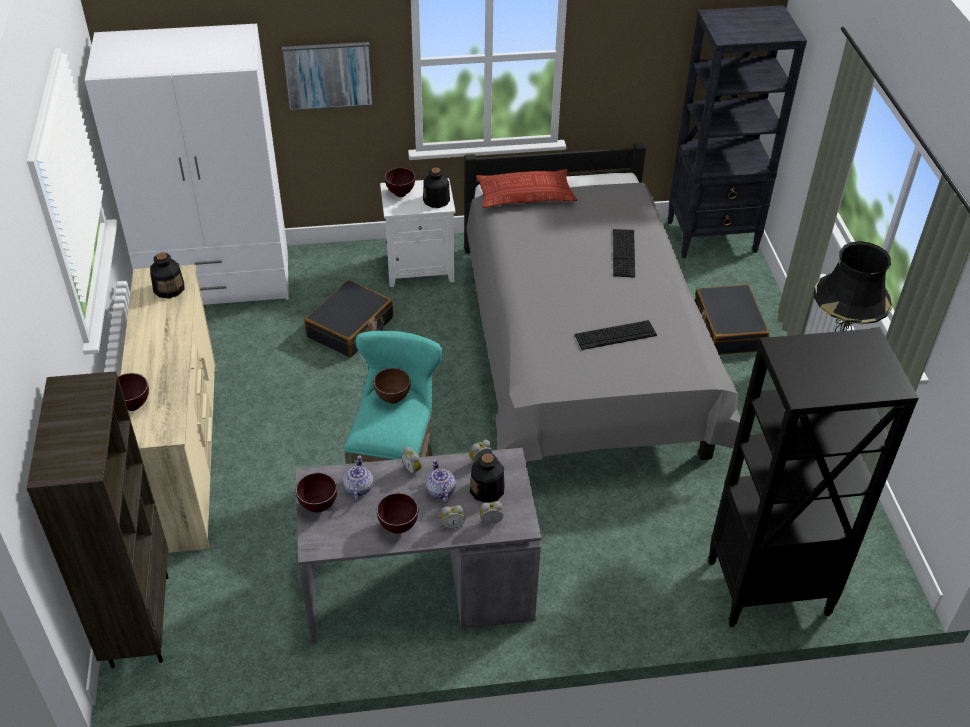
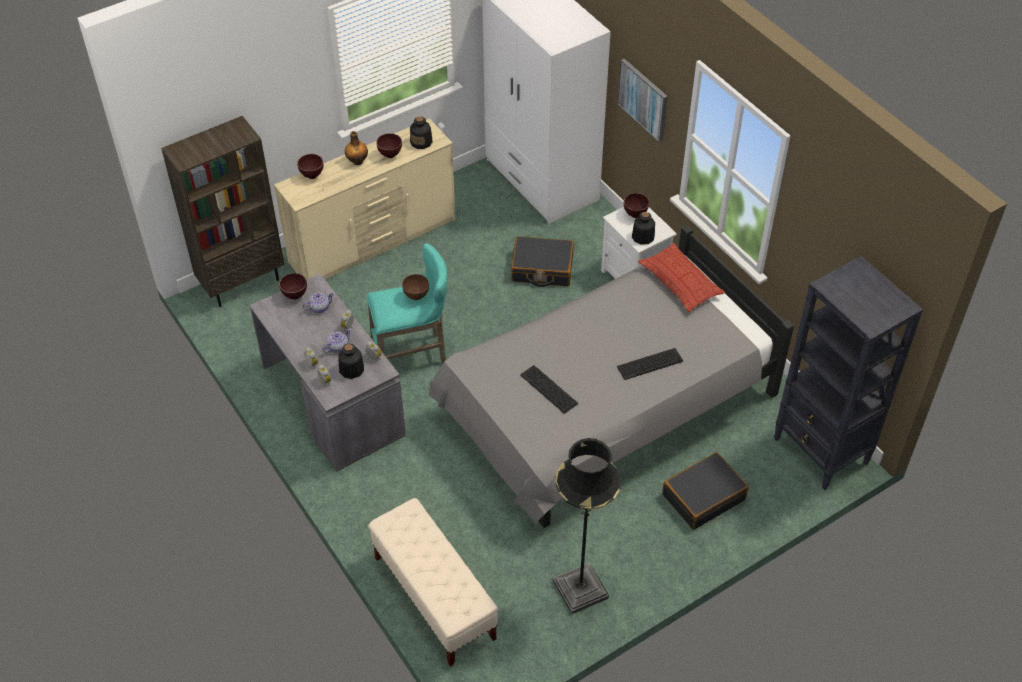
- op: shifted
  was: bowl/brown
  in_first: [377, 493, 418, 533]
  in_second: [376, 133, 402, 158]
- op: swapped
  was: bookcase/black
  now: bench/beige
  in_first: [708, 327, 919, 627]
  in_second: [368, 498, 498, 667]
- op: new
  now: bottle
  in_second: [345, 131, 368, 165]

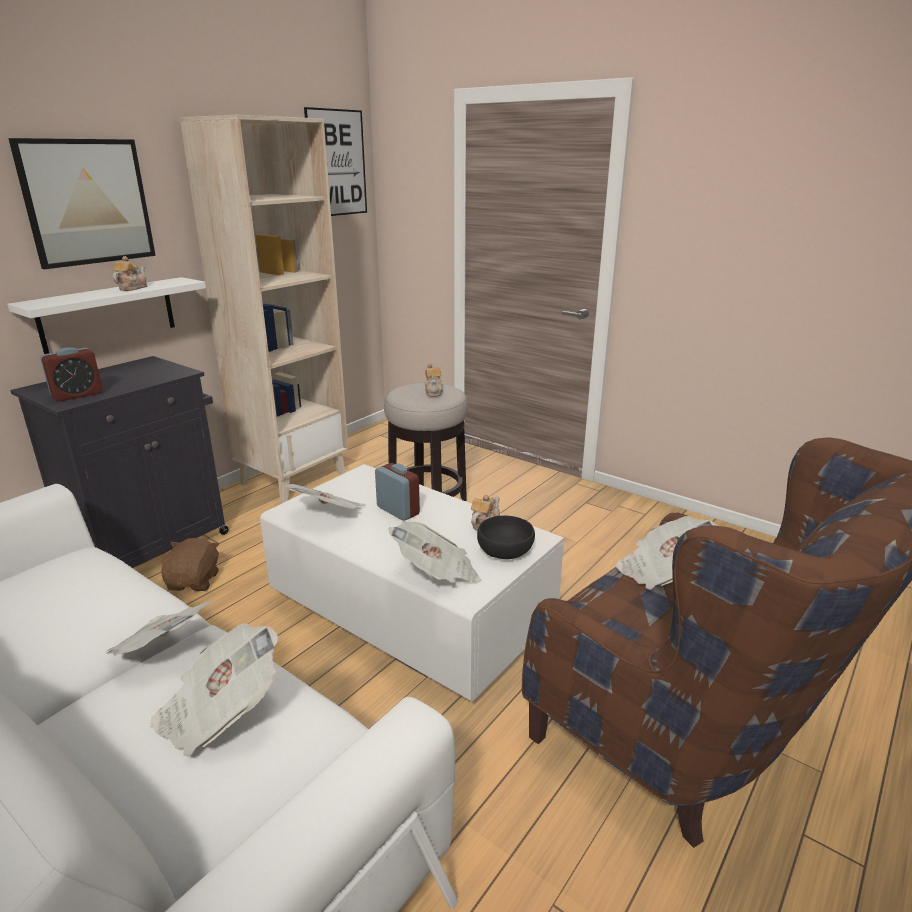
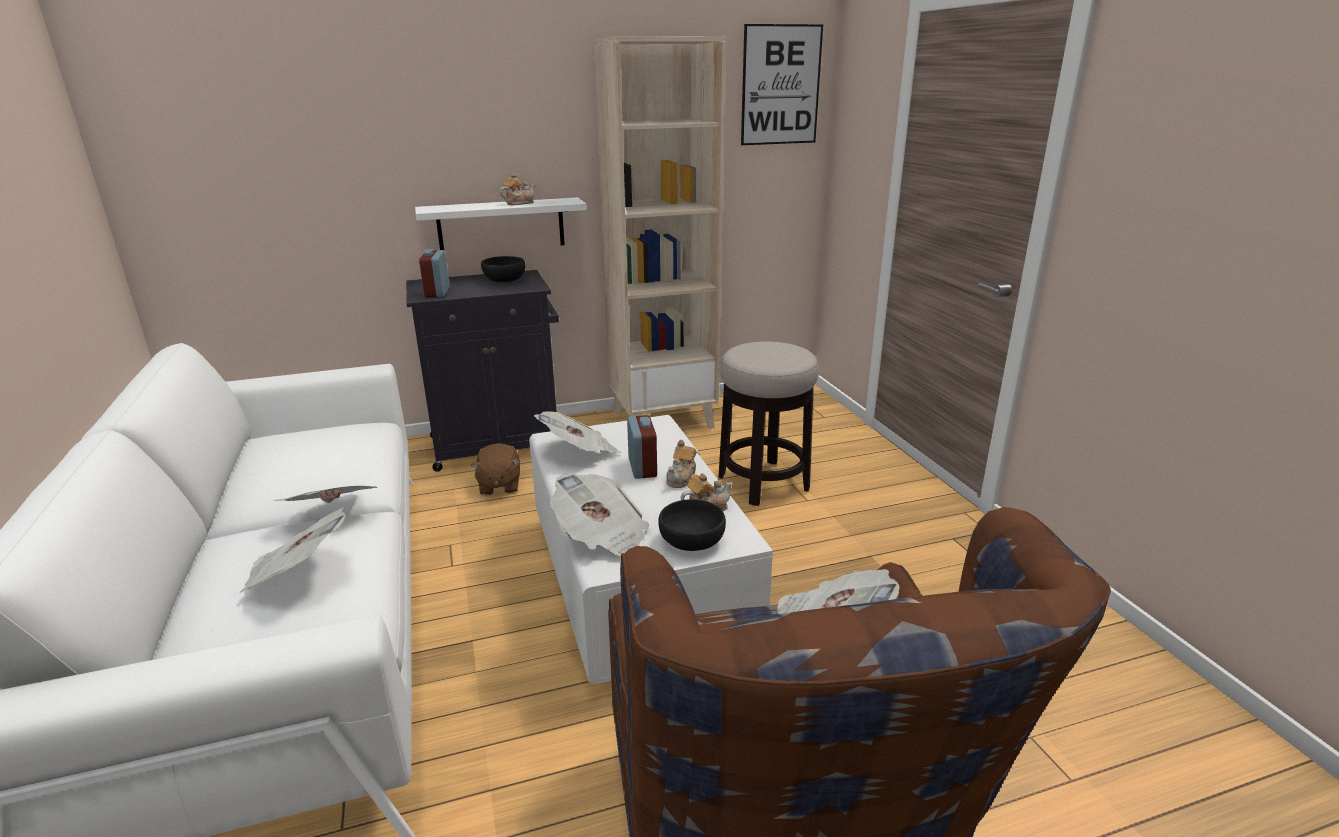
- op: gone
  was: picture
  in_first: [8, 138, 156, 269]
- op: rotated
  was: alarm clock
  in_first: [40, 347, 103, 402]
  in_second: [419, 249, 450, 298]
  clockwise: 90
- op: rotated
  was: plush toy/brown
  in_first: [161, 538, 219, 591]
  in_second: [471, 443, 520, 495]
  clockwise: 135
- op: shifted
  was: teapot
  in_first: [425, 363, 443, 397]
  in_second: [666, 440, 697, 488]
- op: new
  now: bowl/black
  in_second: [481, 256, 525, 282]

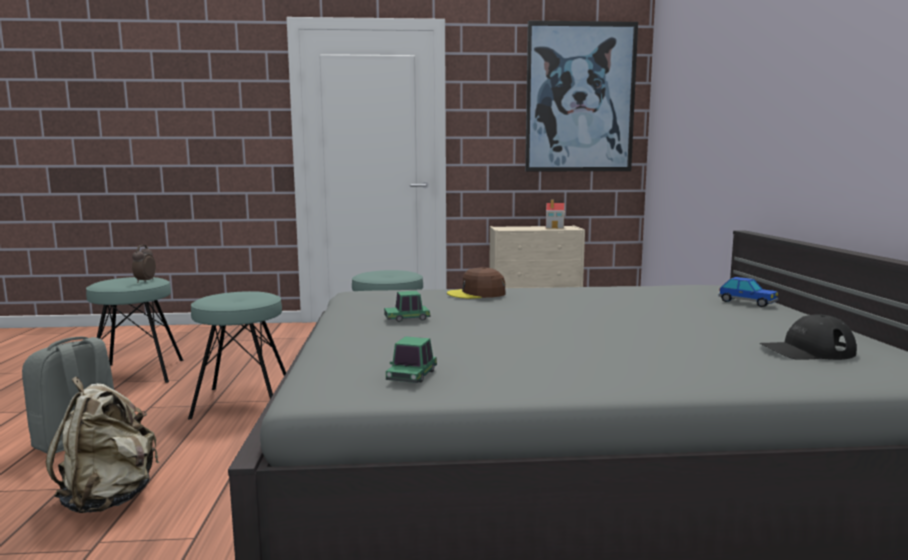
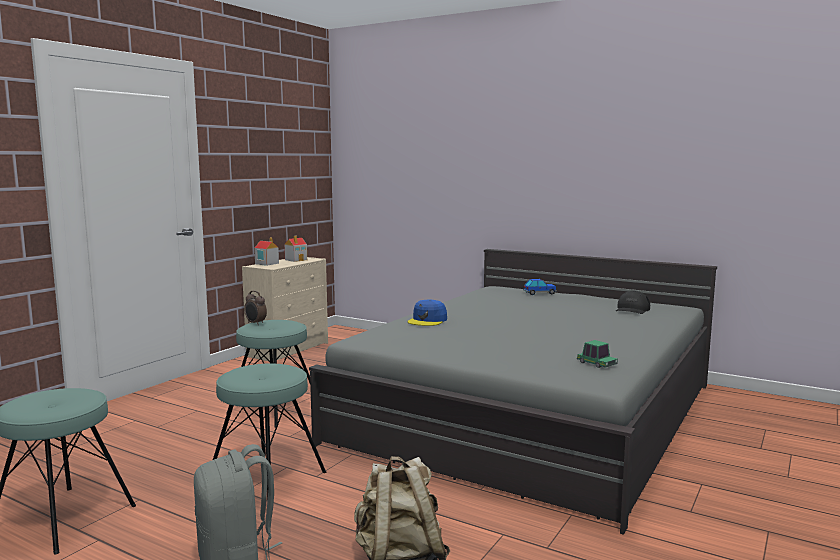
- op: shifted
  was: alarm clock
  in_first: [132, 245, 156, 283]
  in_second: [244, 290, 267, 325]
- op: gone
  was: toy car
  in_first: [384, 291, 431, 322]
- op: repainted
  was: cap/brown
  now: cap/blue
  in_first: [447, 267, 506, 299]
  in_second: [408, 300, 447, 326]
- op: gone
  was: picture
  in_first: [525, 20, 638, 172]
- op: new
  now: toy house
  in_second: [254, 237, 279, 266]

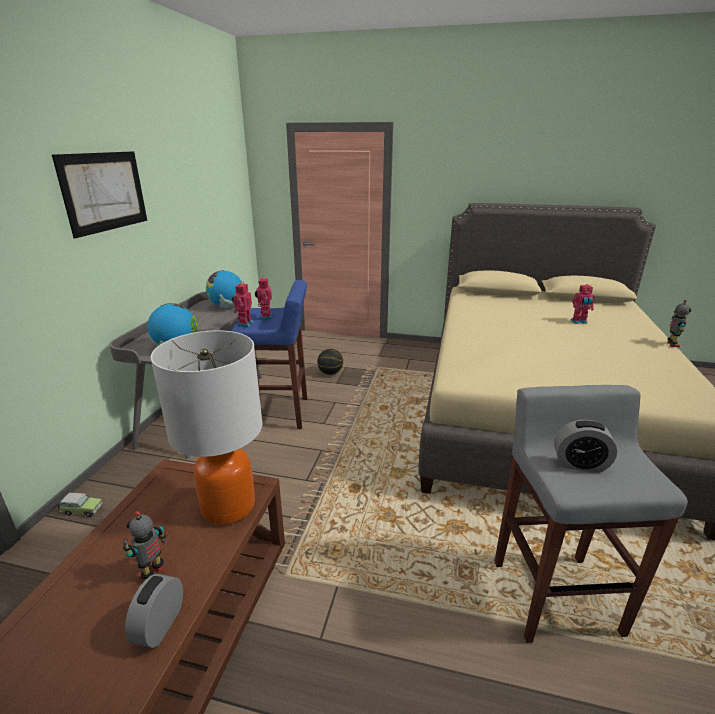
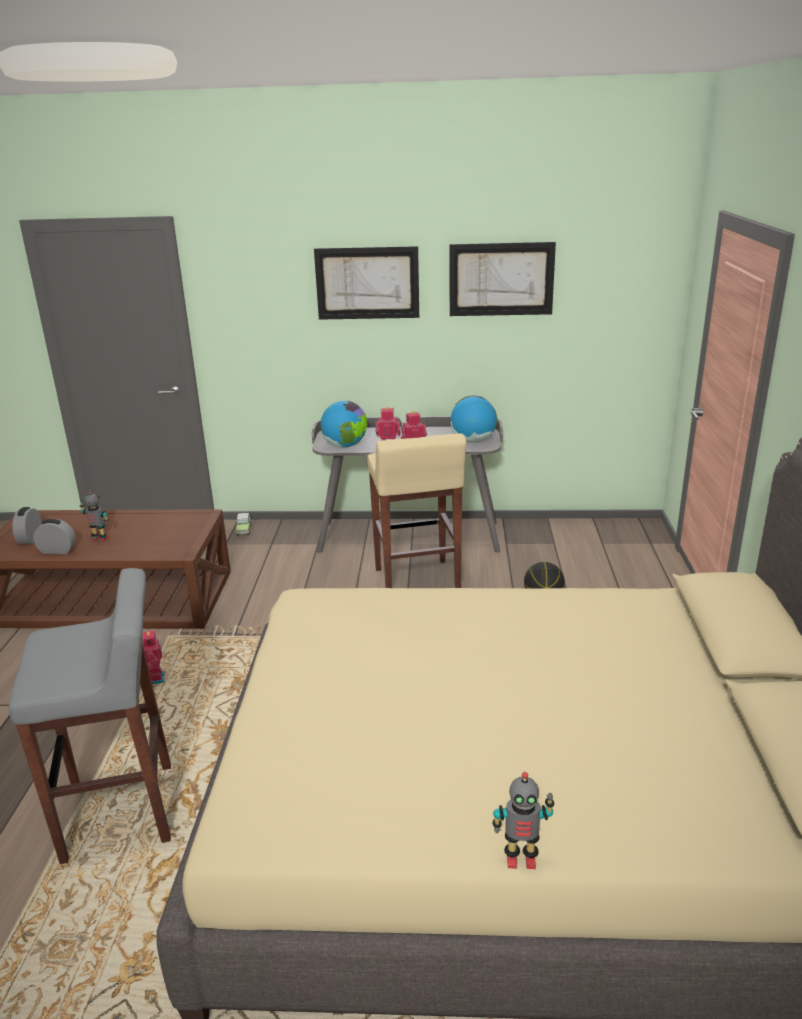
- op: gone
  was: table lamp
  in_first: [150, 330, 263, 525]
- op: repainted
  was: stool/blue
  now: stool/beige
  in_first: [232, 280, 307, 429]
  in_second: [367, 433, 466, 588]
- op: shifted
  was: alarm clock
  in_first: [554, 420, 617, 473]
  in_second: [12, 507, 42, 544]
- op: shifted
  was: toy robot
  in_first: [571, 284, 595, 324]
  in_second: [142, 629, 165, 684]
- op: new
  now: picture
  in_second: [450, 242, 556, 316]

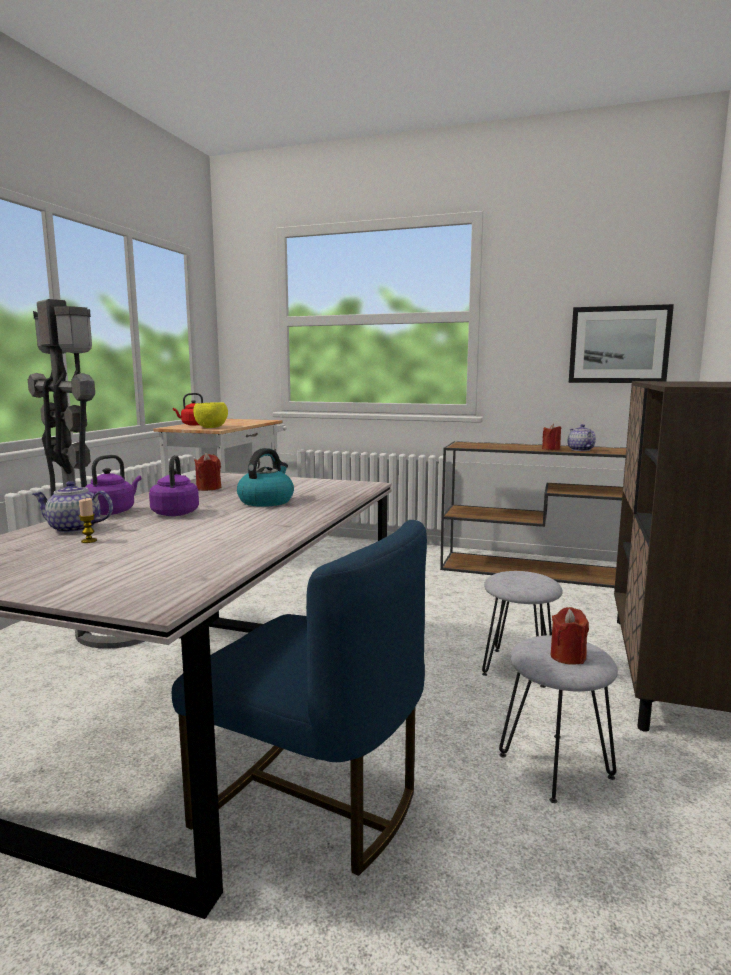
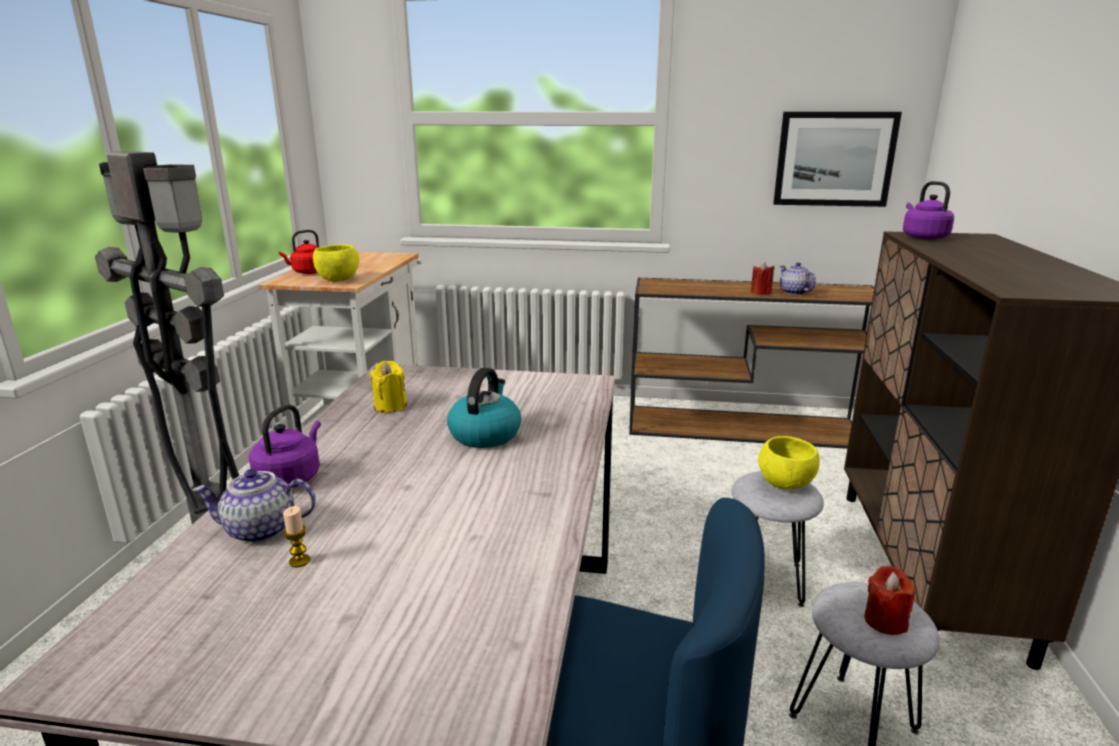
- op: shifted
  was: kettle/purple
  in_first: [149, 455, 199, 516]
  in_second: [903, 181, 954, 240]
- op: repainted
  was: candle/red
  now: candle/yellow
  in_first: [194, 453, 221, 491]
  in_second: [370, 361, 407, 413]
- op: new
  now: bowl/yellow
  in_second: [758, 436, 820, 490]

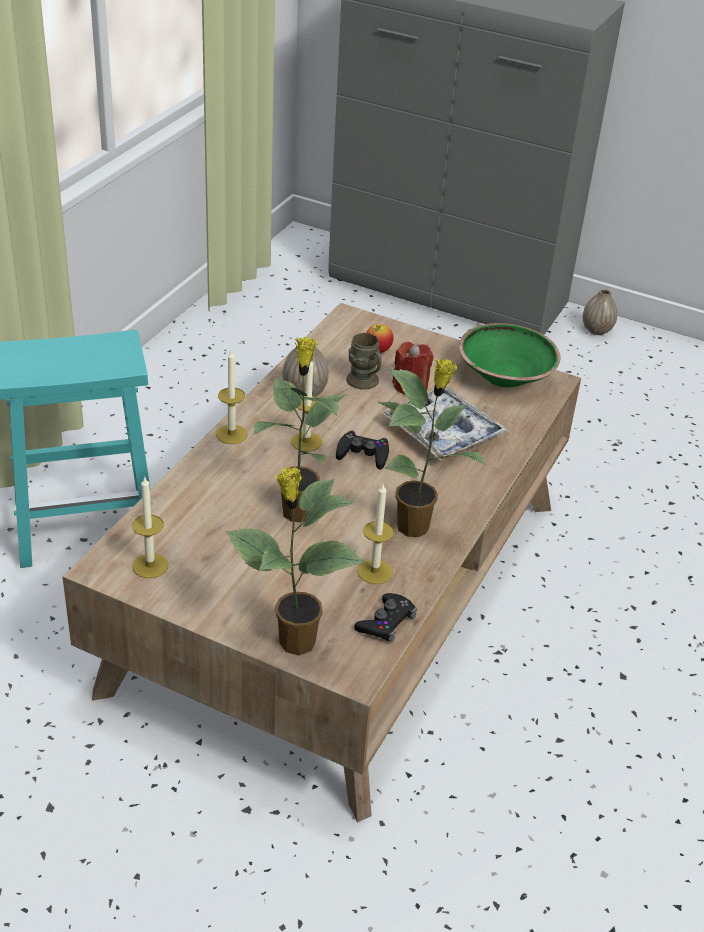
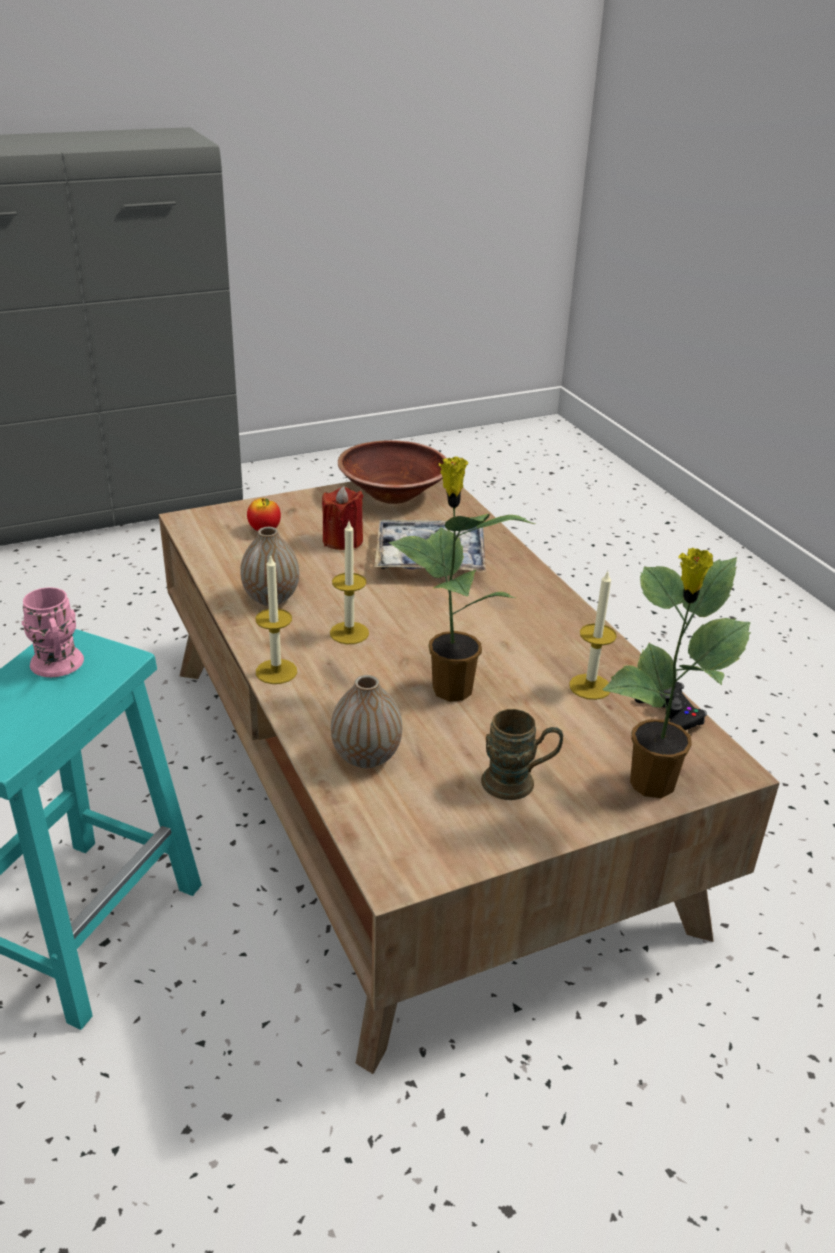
- op: gone
  was: candle
  in_first: [132, 477, 168, 578]
- op: gone
  was: game controller/black
  in_first: [336, 430, 389, 470]
- op: shifted
  was: mug/brown
  in_first: [346, 333, 382, 390]
  in_second: [481, 709, 563, 800]
- op: gone
  was: potted plant
  in_first: [377, 359, 486, 537]
- op: repainted
  was: bowl/green
  now: bowl/brown
  in_first: [459, 323, 561, 388]
  in_second: [338, 440, 447, 504]
- op: shifted
  was: vase
  in_first: [583, 289, 618, 335]
  in_second: [331, 675, 402, 768]
- op: new
  now: mug/pink
  in_second: [22, 587, 84, 677]

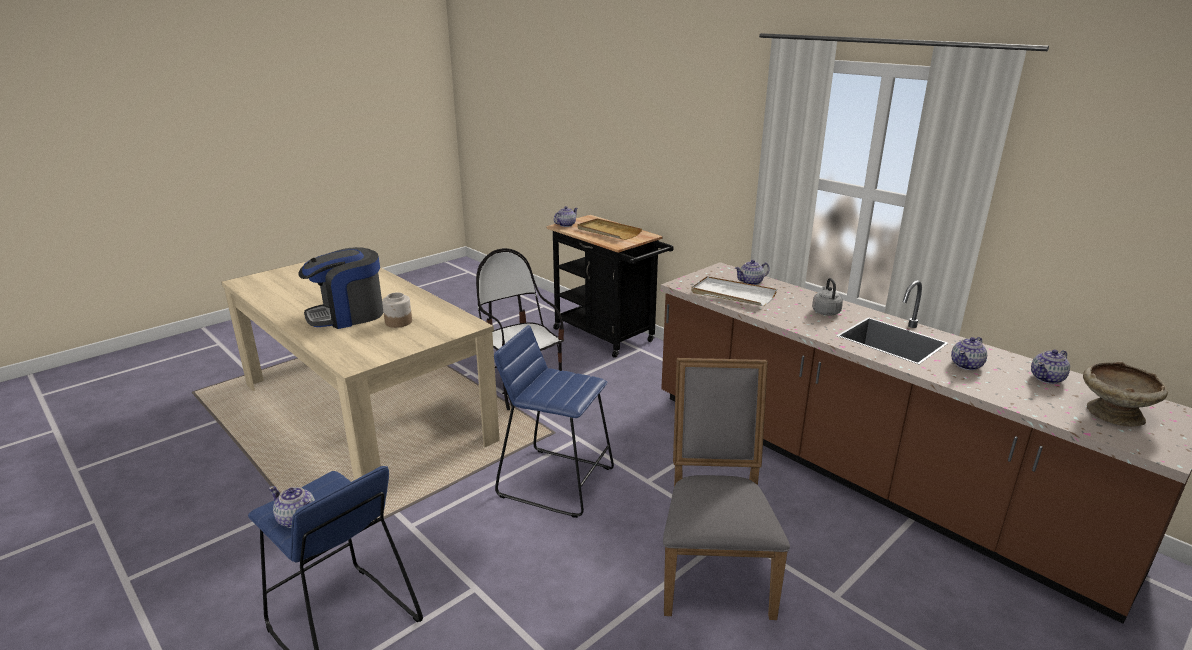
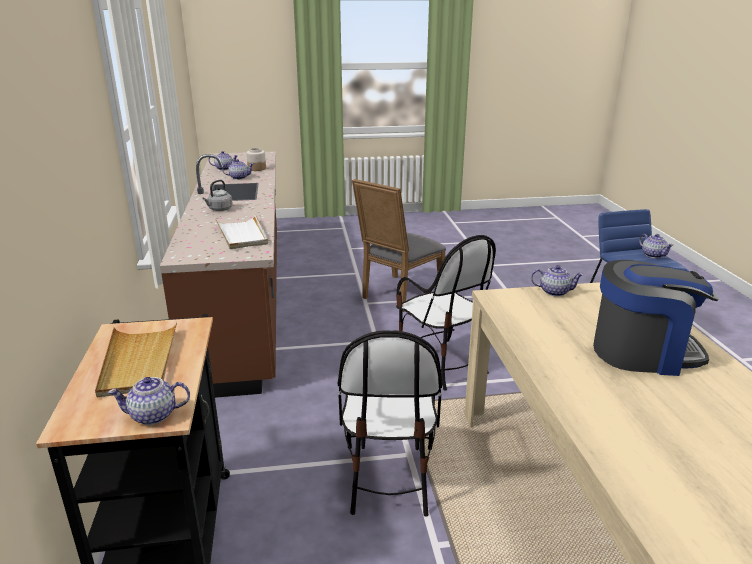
- op: shifted
  was: jar
  in_first: [382, 292, 412, 328]
  in_second: [246, 148, 266, 171]
- op: swapped
  was: stool/blue
  now: chair
  in_first: [494, 325, 614, 518]
  in_second: [396, 235, 496, 391]
- op: shifted
  was: teapot
  in_first: [735, 260, 770, 285]
  in_second: [531, 265, 583, 297]
- op: gone
  was: bowl/beige
  in_first: [1083, 361, 1168, 427]

